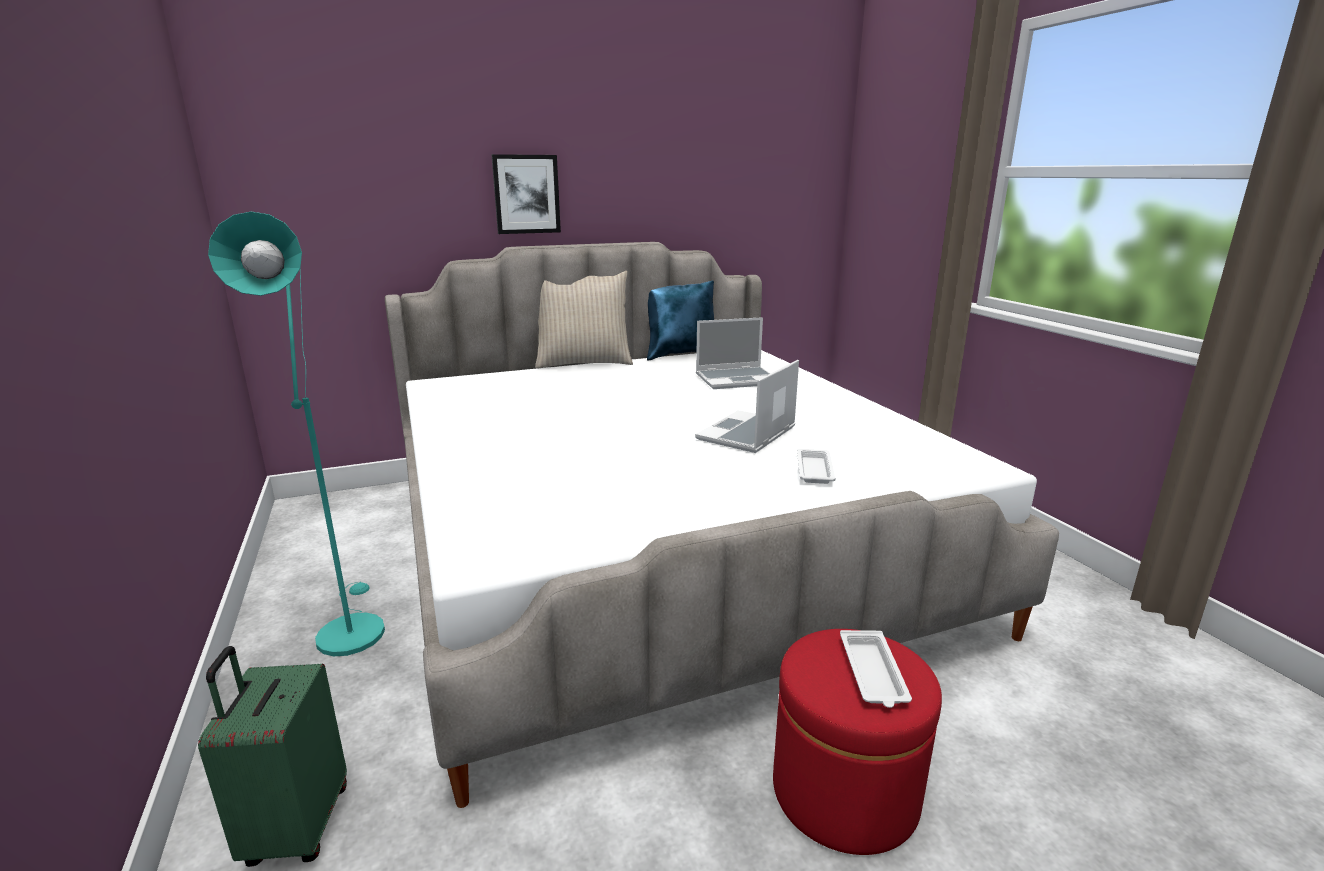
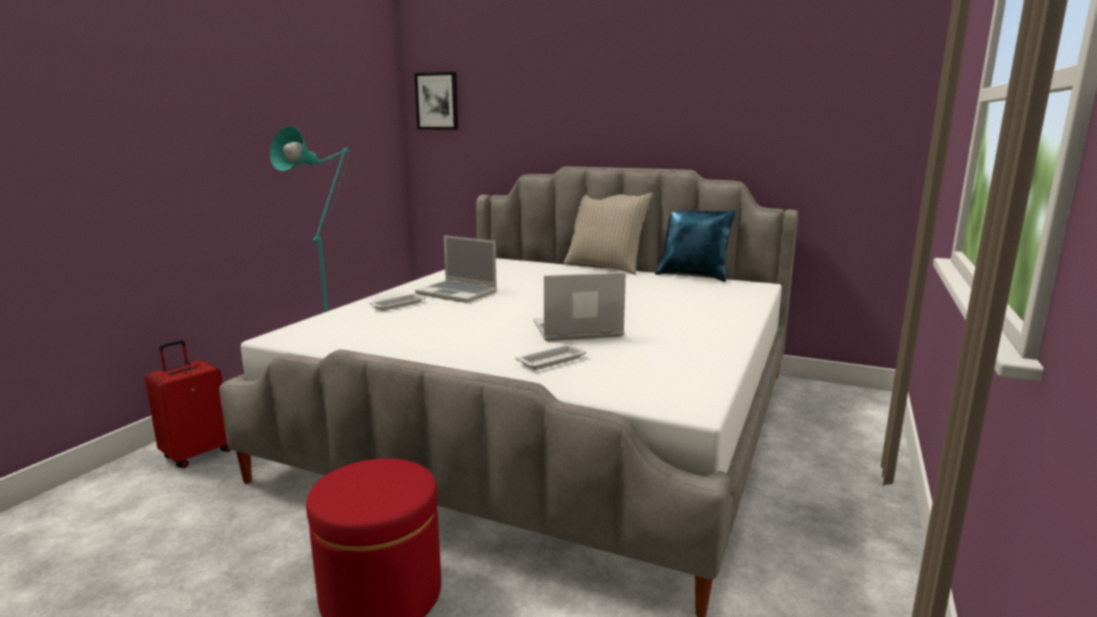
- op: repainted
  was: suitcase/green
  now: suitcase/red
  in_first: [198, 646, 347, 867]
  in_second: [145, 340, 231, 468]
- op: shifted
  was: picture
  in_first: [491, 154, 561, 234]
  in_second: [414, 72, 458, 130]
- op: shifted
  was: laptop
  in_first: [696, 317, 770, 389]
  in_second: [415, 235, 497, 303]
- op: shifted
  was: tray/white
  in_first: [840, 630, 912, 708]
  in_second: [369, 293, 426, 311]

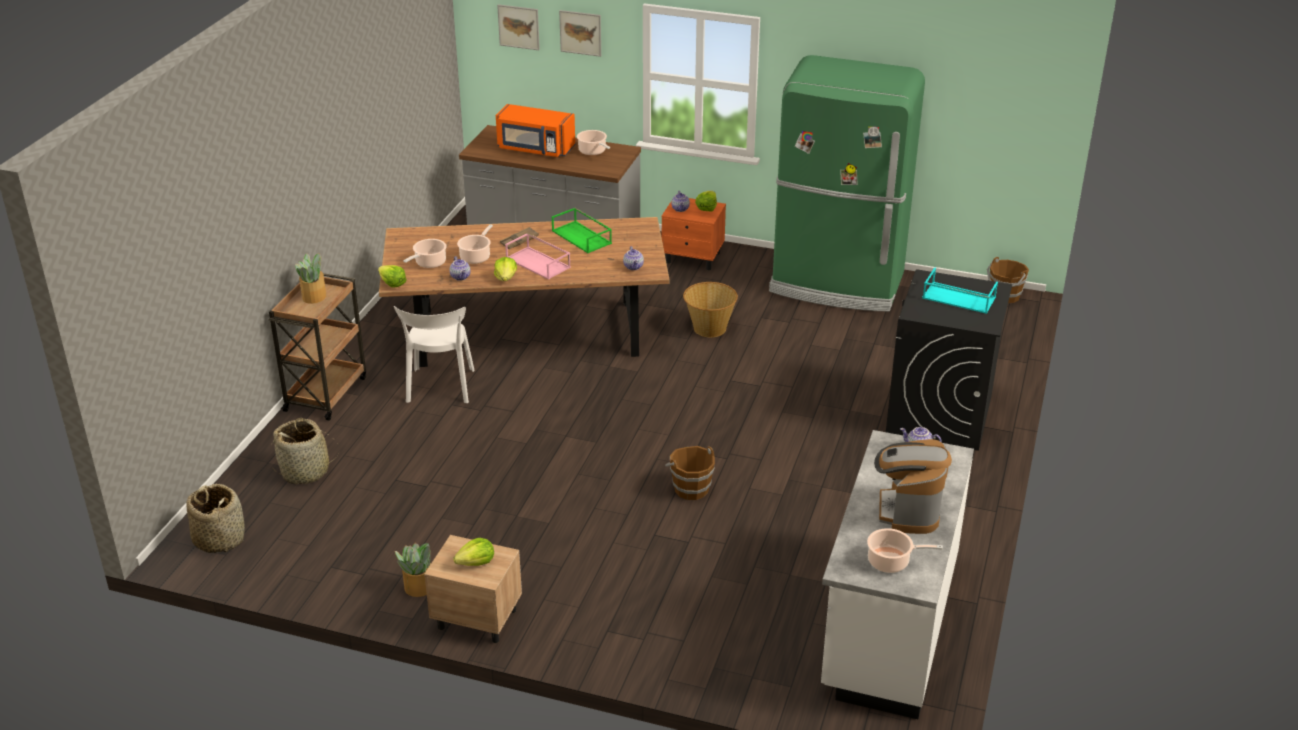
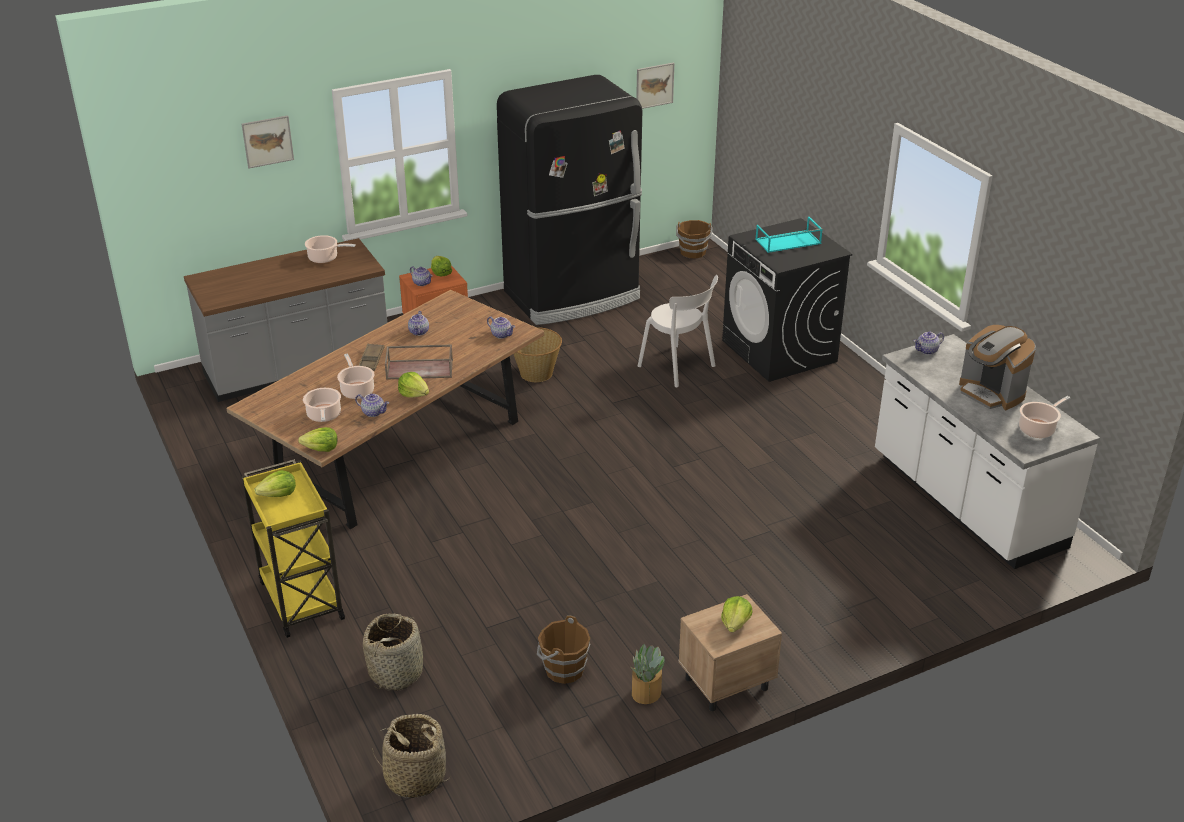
- op: repainted
  was: cart/brown
  now: cart/yellow
  in_first: [269, 273, 366, 421]
  in_second: [242, 459, 345, 638]
- op: swapped
  was: potted plant
  now: lettuce
  in_first: [295, 253, 326, 304]
  in_second: [254, 470, 296, 497]
- op: shifted
  was: chair/white
  in_first: [394, 306, 475, 403]
  in_second: [638, 275, 718, 387]
- op: gone
  was: microwave/orange
  in_first: [496, 104, 575, 157]
- op: shifted
  was: picture
  in_first: [497, 4, 540, 50]
  in_second: [636, 62, 674, 109]
- op: repainted
  was: tray/pink
  now: tray/brown
  in_first: [505, 233, 571, 280]
  in_second: [385, 344, 453, 380]
- op: swapped
  was: tray/green
  now: teapot
  in_first: [552, 208, 612, 253]
  in_second: [408, 311, 429, 336]
- op: shifted
  was: bucket/brown
  in_first: [665, 446, 715, 500]
  in_second: [537, 616, 590, 684]
- op: repainted
  was: fridge/green
  now: fridge/black
  in_first: [769, 55, 925, 312]
  in_second: [497, 75, 642, 325]

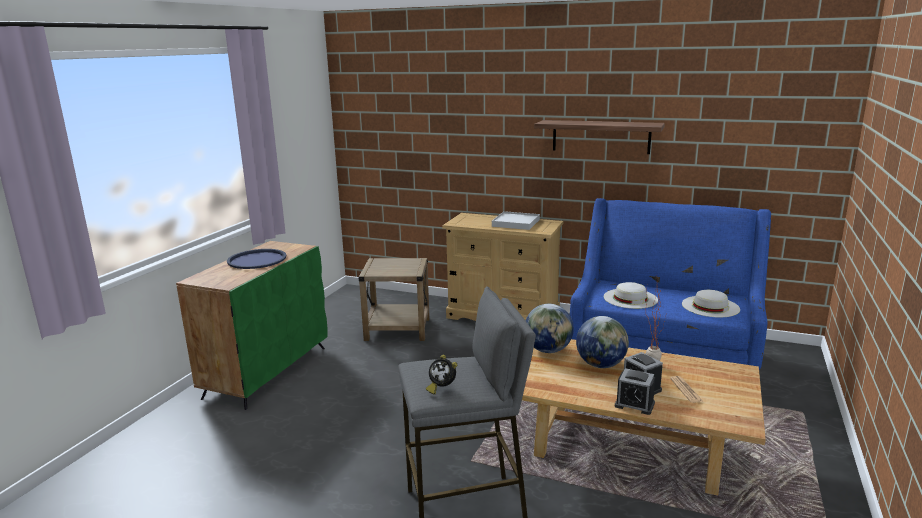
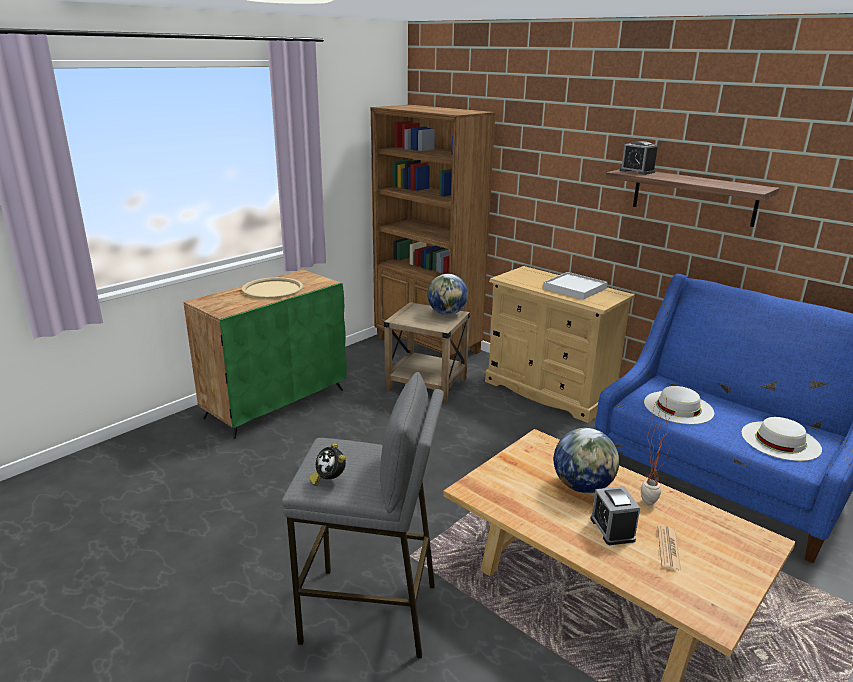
- op: repainted
  was: tray/blue
  now: tray/beige
  in_first: [227, 249, 287, 269]
  in_second: [242, 277, 303, 299]
- op: shifted
  was: globe
  in_first: [526, 304, 574, 353]
  in_second: [427, 274, 468, 315]
- op: shifted
  was: alarm clock
  in_first: [615, 368, 655, 415]
  in_second: [620, 141, 658, 175]
- op: new
  now: bookcase/brown
  in_second: [371, 105, 496, 360]

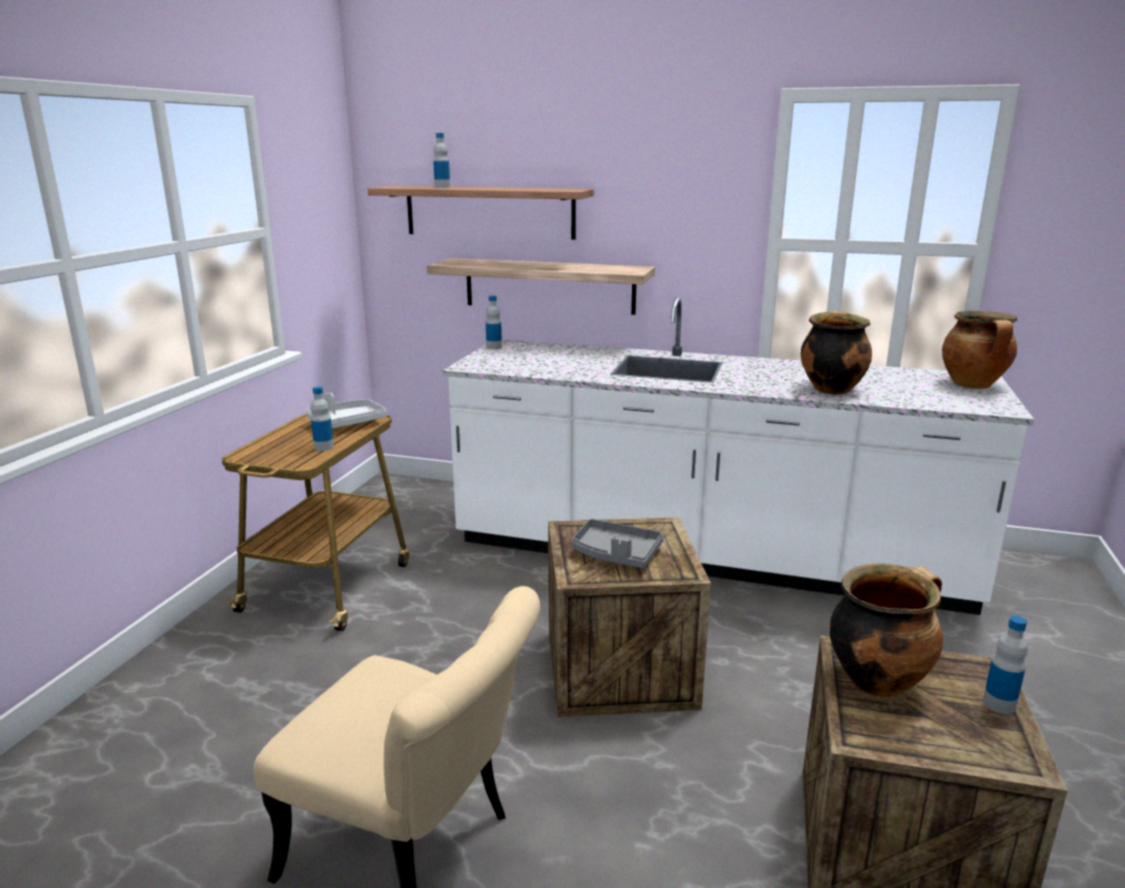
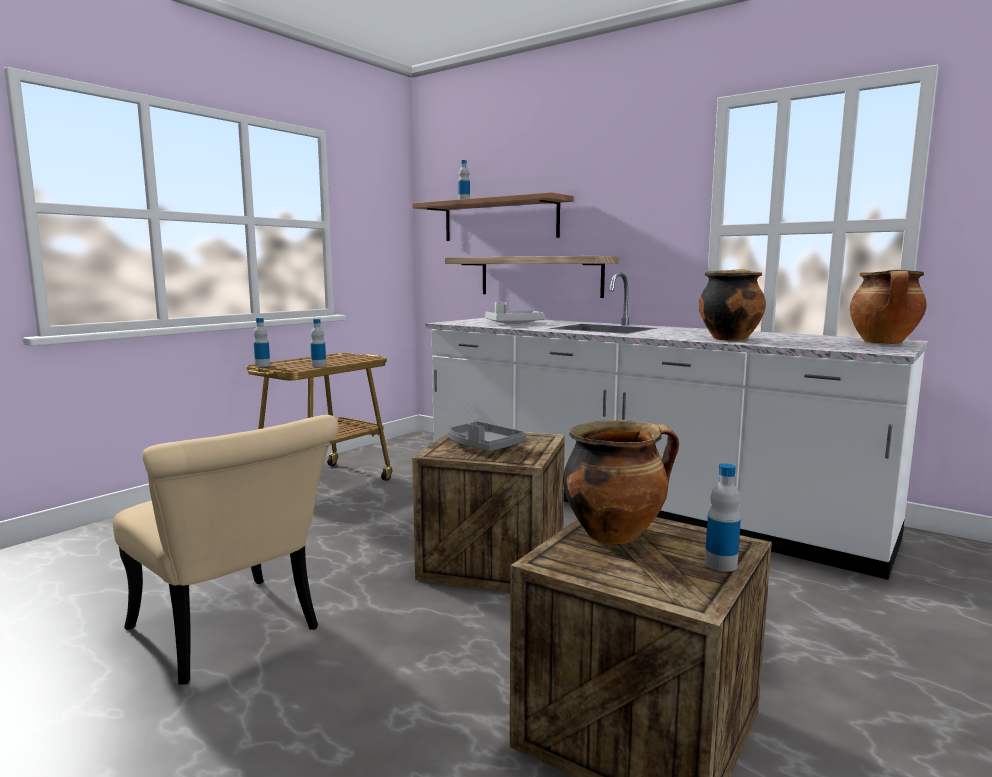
- op: shifted
  was: tray/grey
  in_first: [306, 393, 387, 429]
  in_second: [485, 302, 545, 324]
- op: shifted
  was: bottle
  in_first: [486, 295, 502, 349]
  in_second: [254, 318, 270, 367]

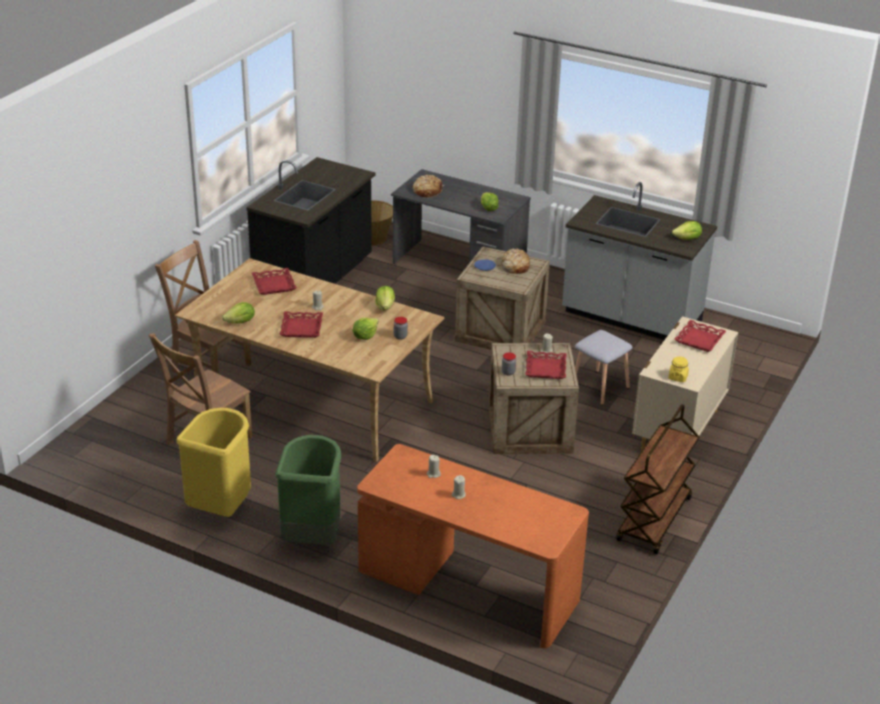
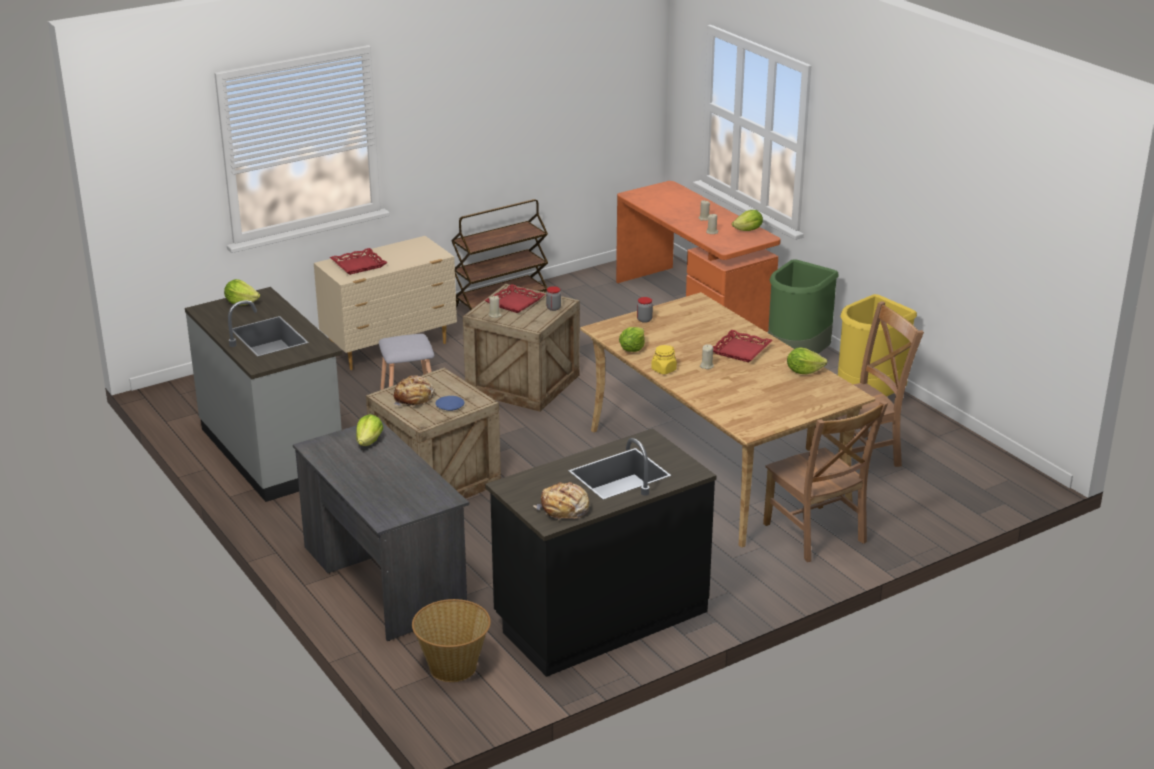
- op: gone
  was: tray/red
  in_first: [252, 268, 297, 295]
- op: shifted
  was: lettuce
  in_first: [353, 318, 379, 340]
  in_second: [732, 210, 763, 231]
- op: shifted
  was: bread
  in_first: [413, 175, 444, 198]
  in_second: [533, 482, 589, 521]
- op: shifted
  was: jar/yellow
  in_first: [668, 357, 689, 382]
  in_second: [651, 345, 677, 374]

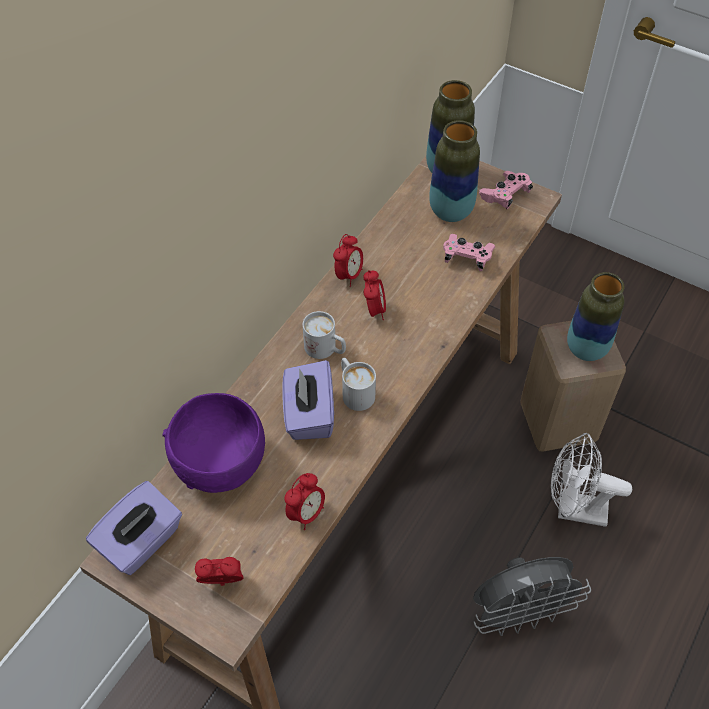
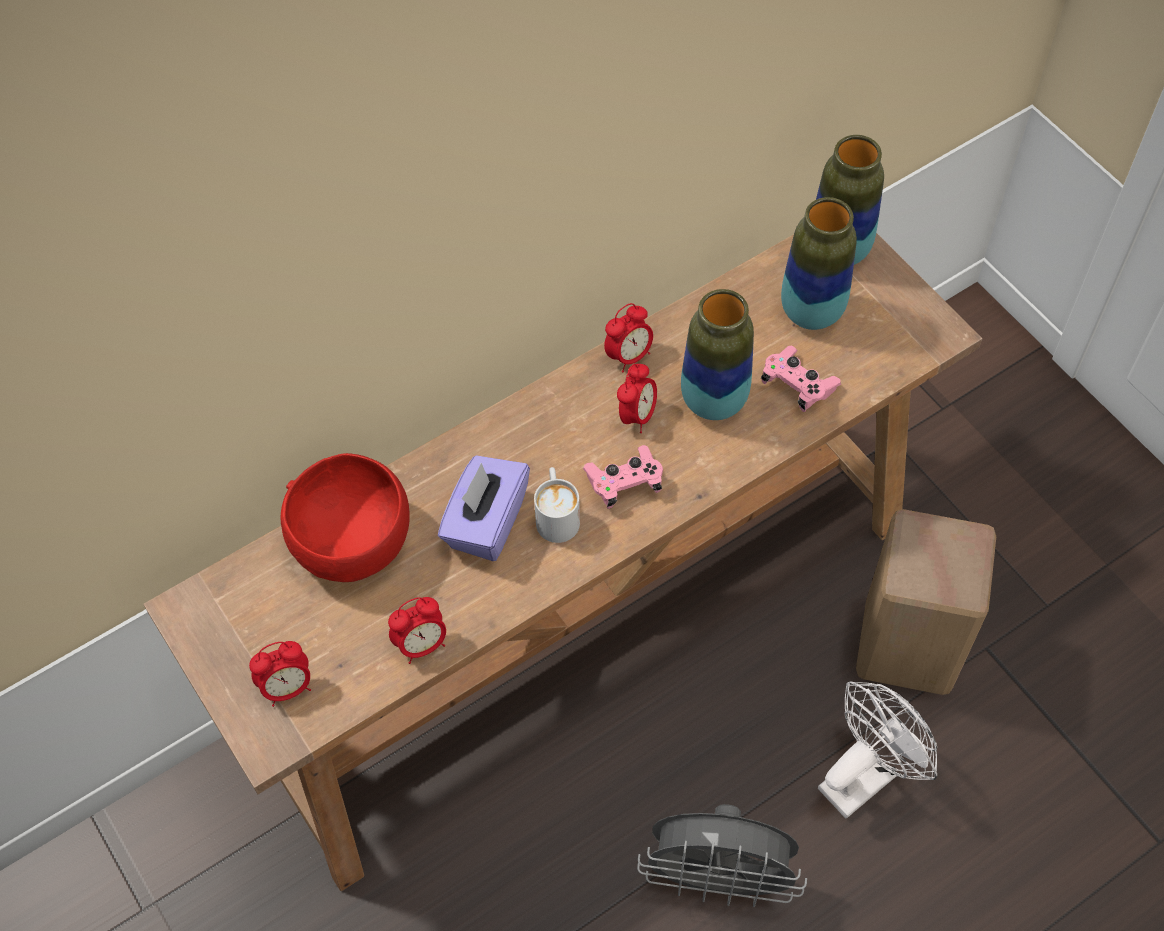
- op: gone
  was: tissue box/purple
  in_first: [86, 481, 182, 575]
- op: repainted
  was: bowl/purple
  now: bowl/red
  in_first: [162, 393, 265, 493]
  in_second: [281, 453, 410, 582]
- op: rotated
  was: alarm clock
  in_first: [195, 557, 244, 586]
  in_second: [249, 641, 311, 707]
  clockwise: 135
- op: gone
  was: mug/white
  in_first: [303, 311, 346, 359]
- op: shifted
  was: game controller/pink
  in_first: [479, 171, 533, 209]
  in_second: [583, 445, 663, 509]
- op: rotated
  was: fan/white
  in_first: [551, 433, 632, 527]
  in_second: [818, 681, 937, 819]
  clockwise: 105
- op: shifted
  was: vase
  in_first: [567, 272, 624, 361]
  in_second: [681, 289, 754, 420]

